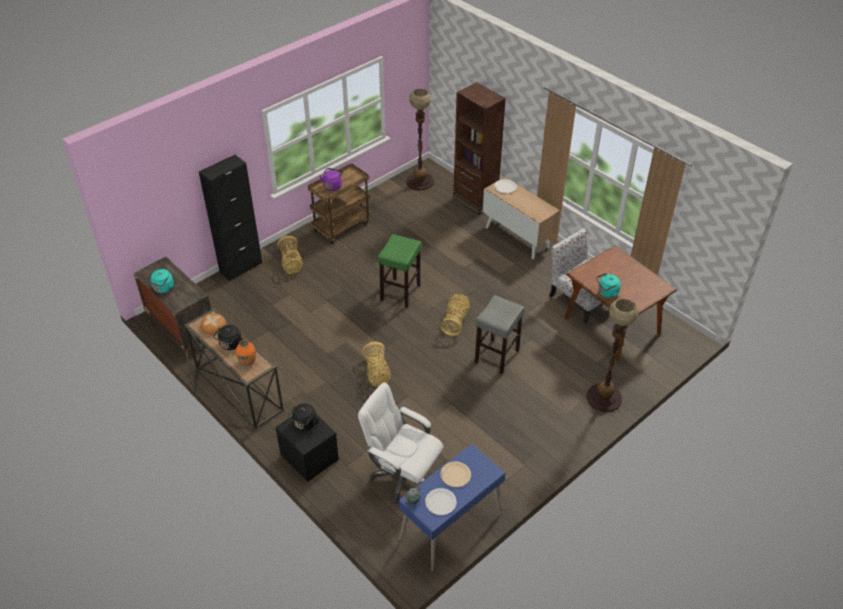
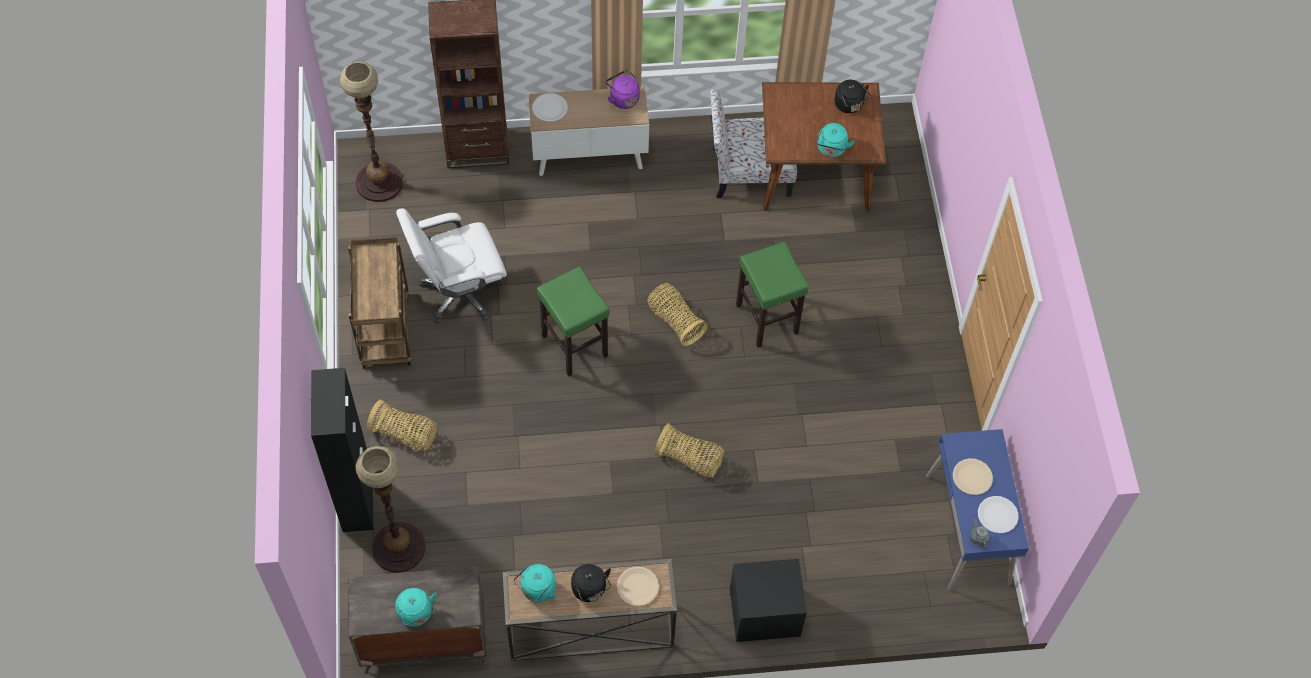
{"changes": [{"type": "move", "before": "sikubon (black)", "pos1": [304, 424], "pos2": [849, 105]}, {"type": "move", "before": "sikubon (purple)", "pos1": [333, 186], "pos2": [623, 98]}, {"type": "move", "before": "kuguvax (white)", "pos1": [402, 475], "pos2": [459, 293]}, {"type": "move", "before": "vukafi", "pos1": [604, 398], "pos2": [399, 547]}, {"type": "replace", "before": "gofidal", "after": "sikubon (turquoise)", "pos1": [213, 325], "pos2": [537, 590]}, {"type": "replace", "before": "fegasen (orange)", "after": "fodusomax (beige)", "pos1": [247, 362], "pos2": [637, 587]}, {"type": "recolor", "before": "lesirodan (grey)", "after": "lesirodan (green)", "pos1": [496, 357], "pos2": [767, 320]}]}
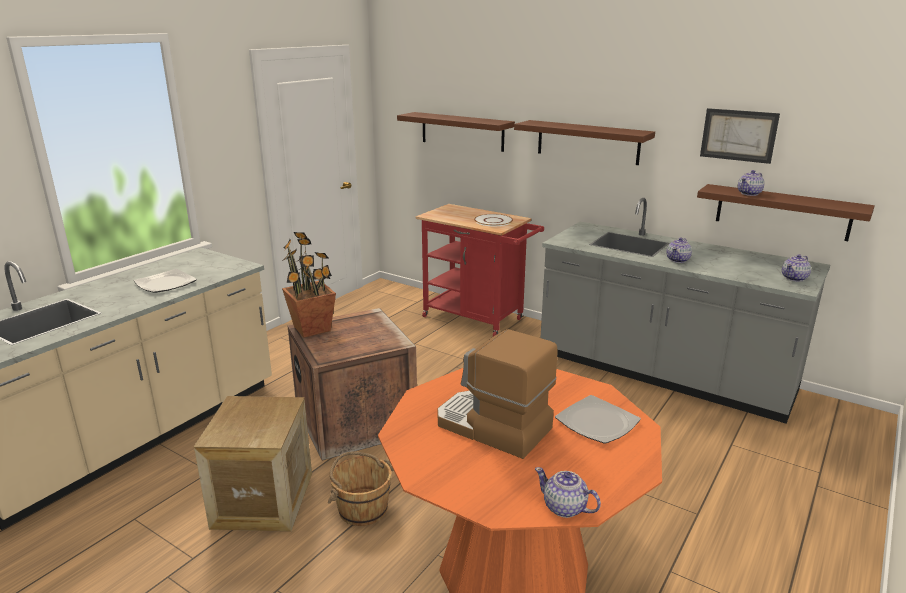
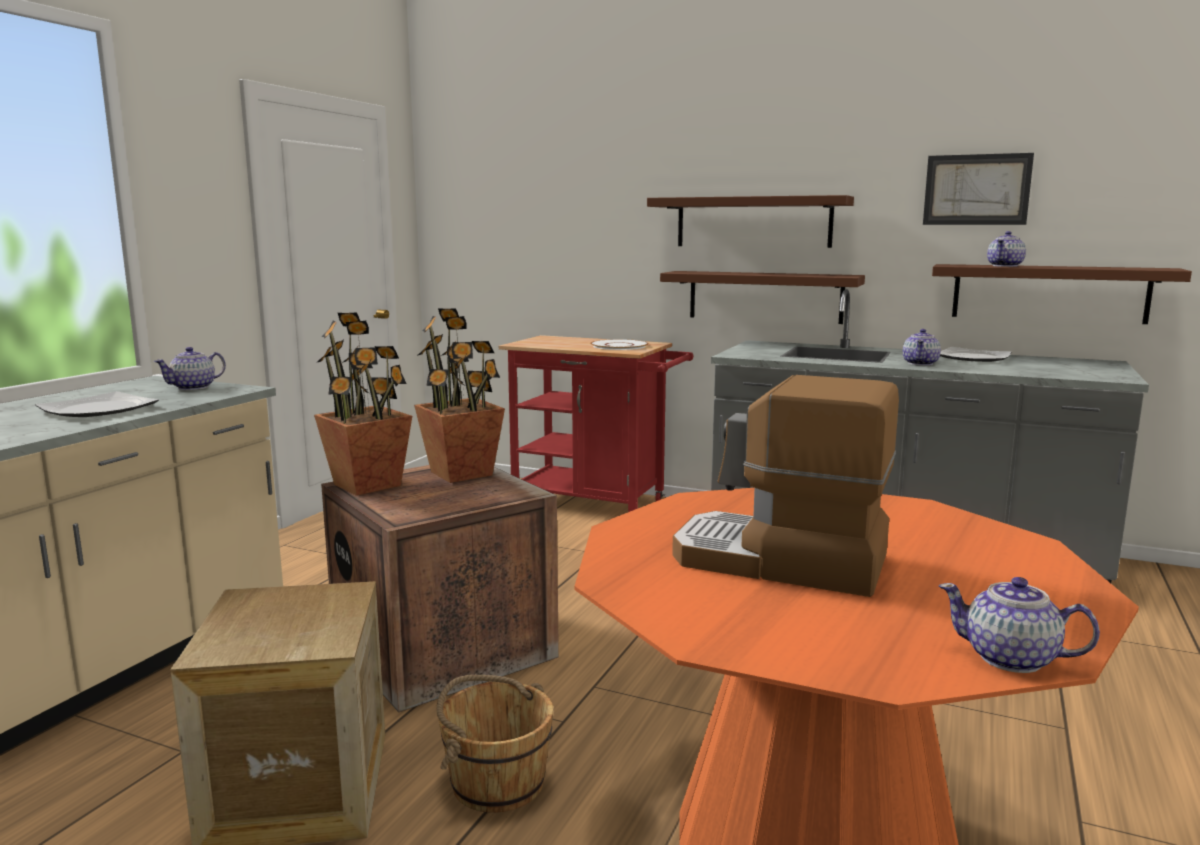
{"changes": [{"type": "insert", "after": "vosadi", "pos2": [462, 473]}, {"type": "move", "before": "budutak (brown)", "pos1": [462, 131], "pos2": [765, 296]}, {"type": "move", "before": "fodusomax", "pos1": [597, 422], "pos2": [972, 358]}, {"type": "move", "before": "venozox", "pos1": [794, 278], "pos2": [194, 387]}]}
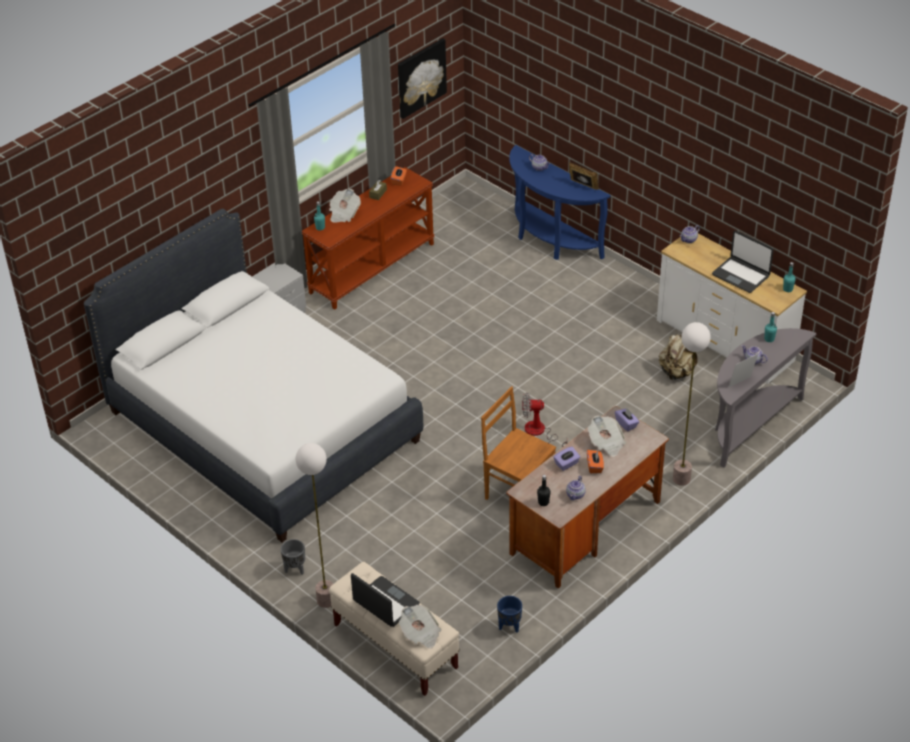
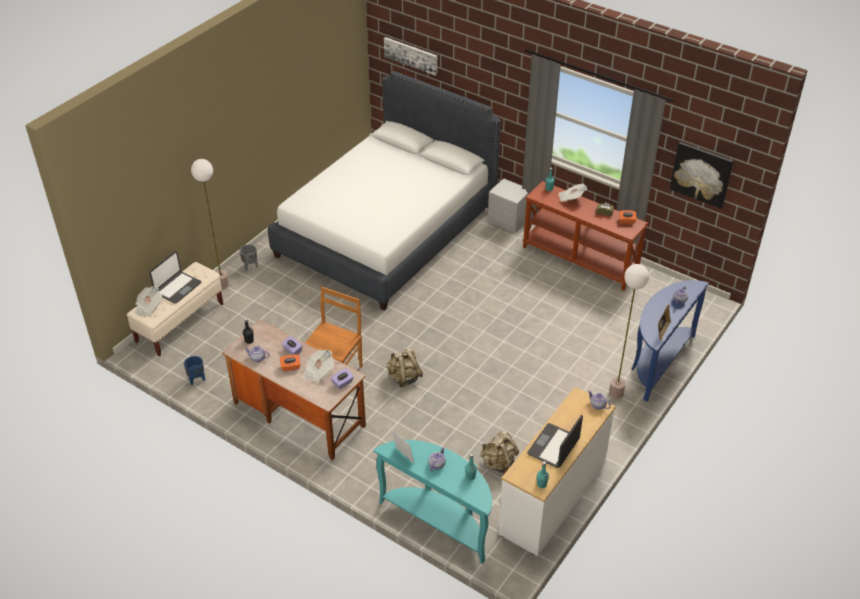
{"changes": [{"type": "insert", "after": "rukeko", "pos2": [411, 55]}, {"type": "move", "before": "vukafi", "pos1": [681, 479], "pos2": [616, 393]}, {"type": "replace", "before": "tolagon", "after": "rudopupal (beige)", "pos1": [539, 433], "pos2": [404, 378]}, {"type": "recolor", "before": "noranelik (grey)", "after": "noranelik (turquoise)", "pos1": [749, 424], "pos2": [439, 521]}]}
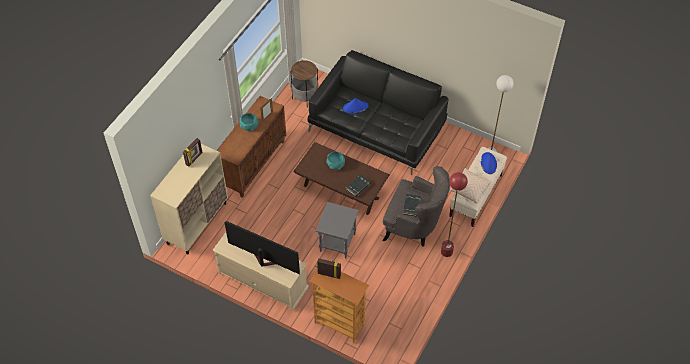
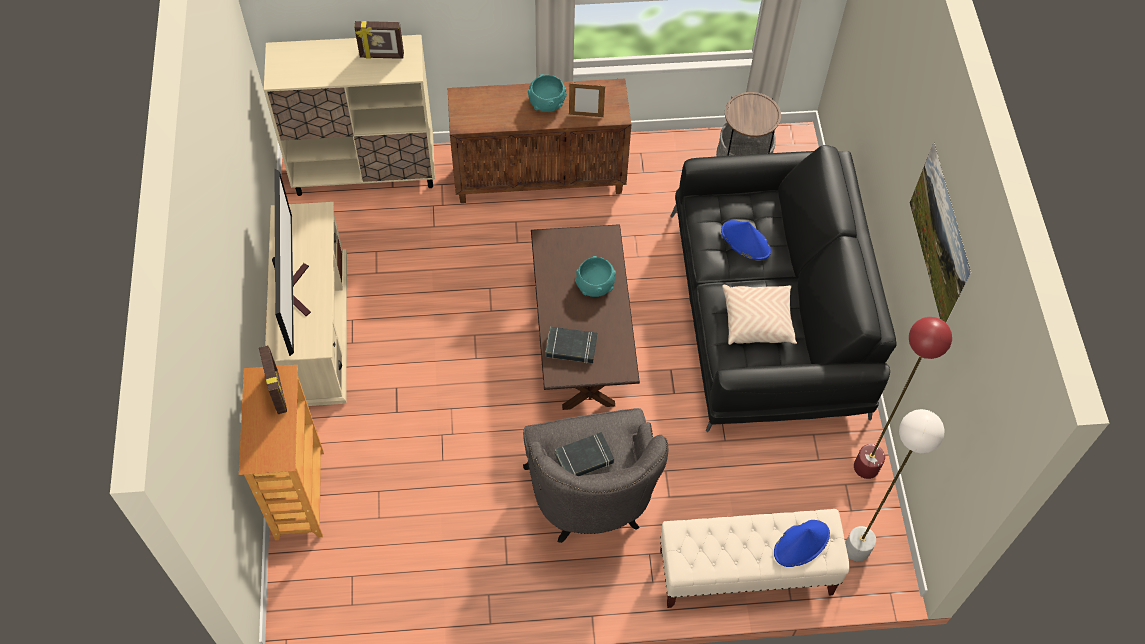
{"changes": [{"type": "delete", "before": "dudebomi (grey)", "pos1": [337, 242]}, {"type": "insert", "after": "rukeko", "pos2": [932, 250]}, {"type": "move", "before": "vukafi (red)", "pos1": [446, 251], "pos2": [866, 467]}, {"type": "move", "before": "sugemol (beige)", "pos1": [469, 189], "pos2": [757, 321]}]}
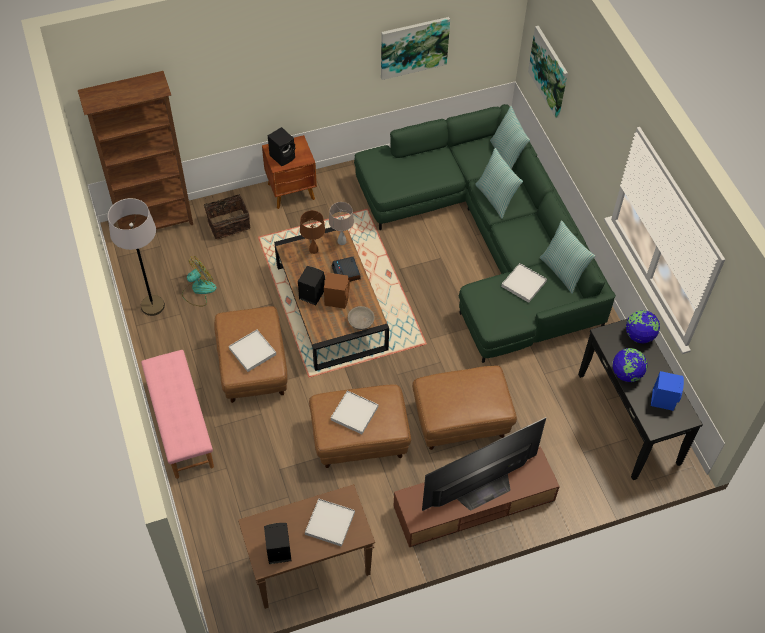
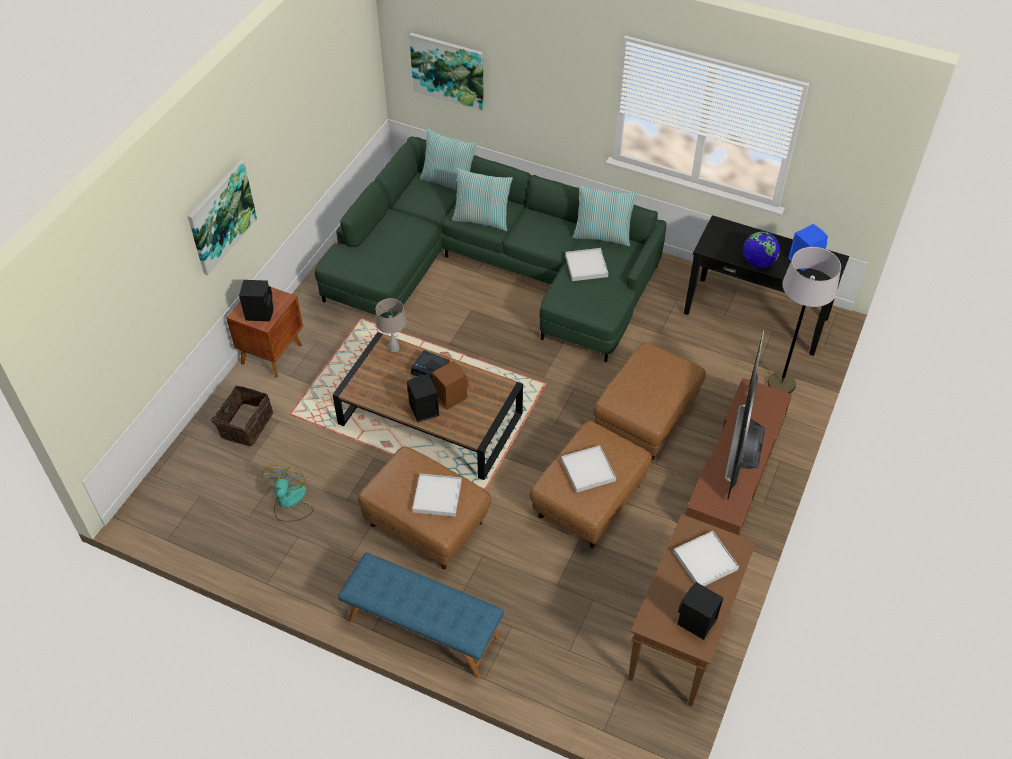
{"changes": [{"type": "delete", "before": "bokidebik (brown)", "pos1": [156, 223]}, {"type": "delete", "before": "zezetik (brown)", "pos1": [313, 250]}, {"type": "delete", "before": "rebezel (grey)", "pos1": [361, 321]}, {"type": "delete", "before": "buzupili", "pos1": [639, 335]}, {"type": "move", "before": "vukafi (grey)", "pos1": [152, 306], "pos2": [781, 384]}, {"type": "move", "before": "rukeko", "pos1": [414, 47], "pos2": [221, 216]}, {"type": "recolor", "before": "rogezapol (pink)", "after": "rogezapol (blue)", "pos1": [180, 424], "pos2": [422, 629]}]}
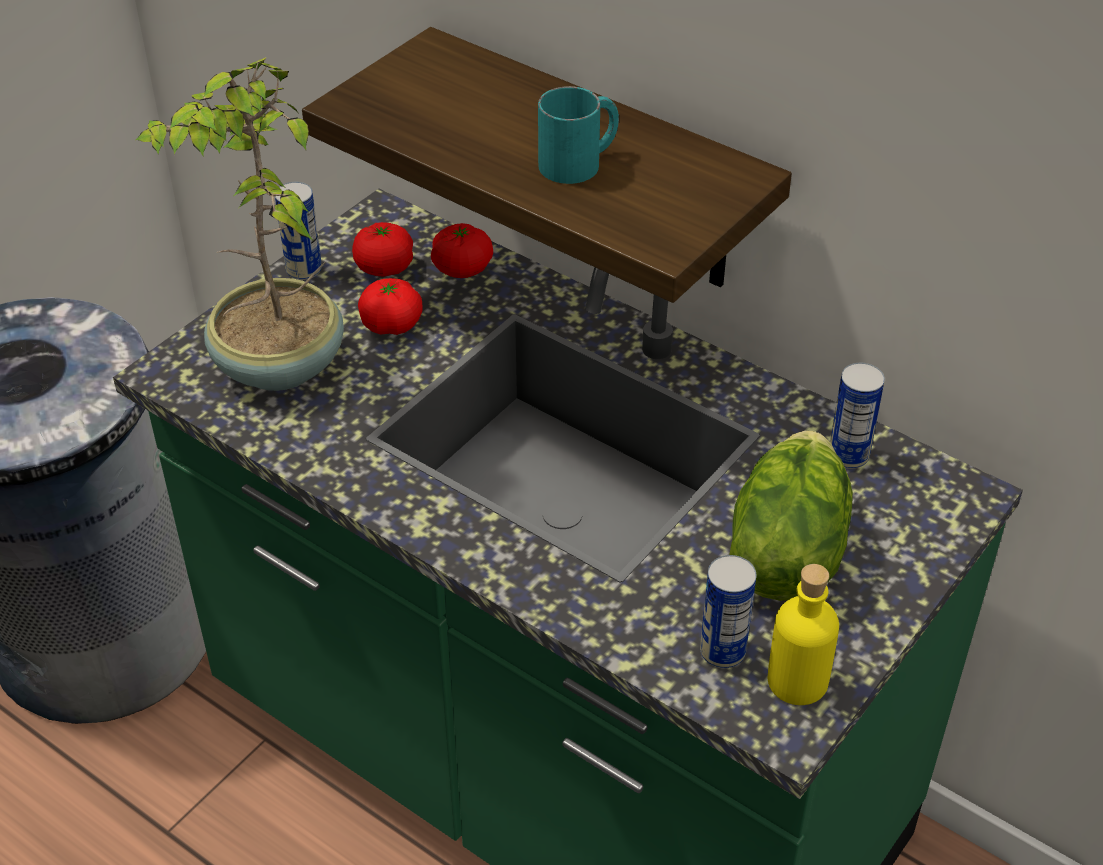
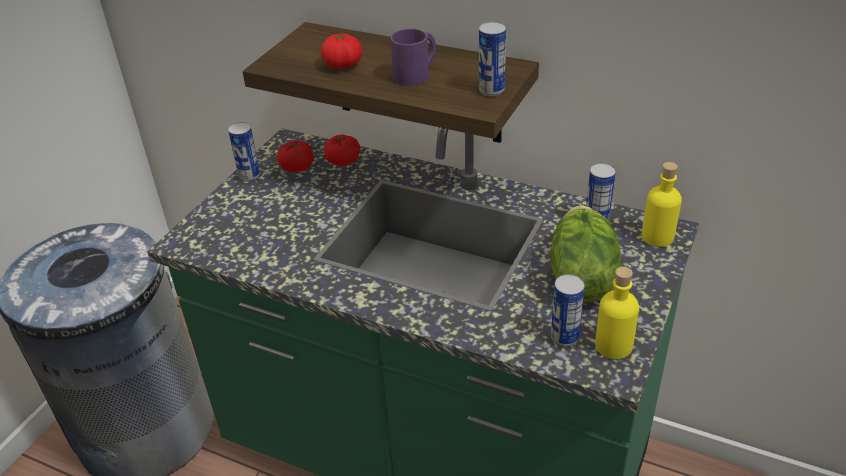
{"changes": [{"type": "delete", "before": "vosadi", "pos1": [276, 367]}, {"type": "insert", "after": "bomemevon", "pos2": [491, 90]}, {"type": "insert", "after": "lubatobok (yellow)", "pos2": [657, 237]}, {"type": "move", "before": "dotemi", "pos1": [391, 324], "pos2": [343, 65]}, {"type": "recolor", "before": "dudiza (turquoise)", "after": "dudiza (purple)", "pos1": [580, 162], "pos2": [417, 73]}]}
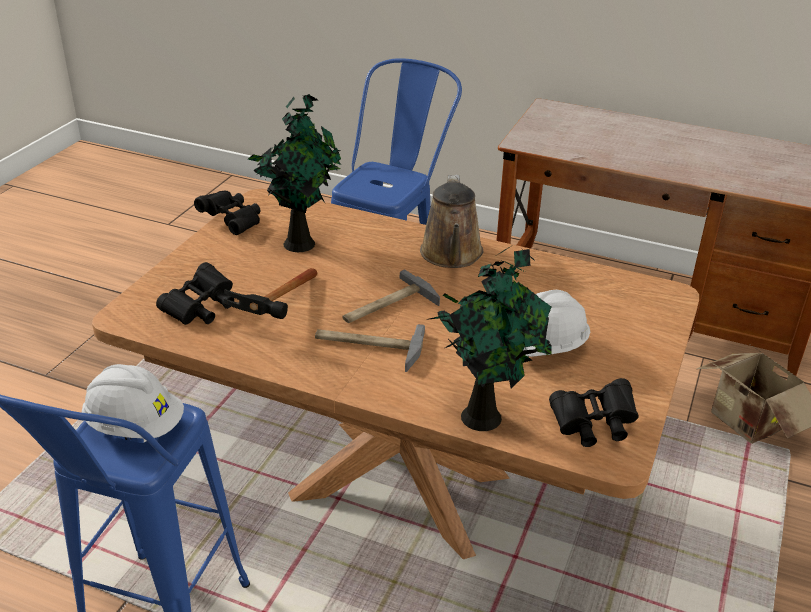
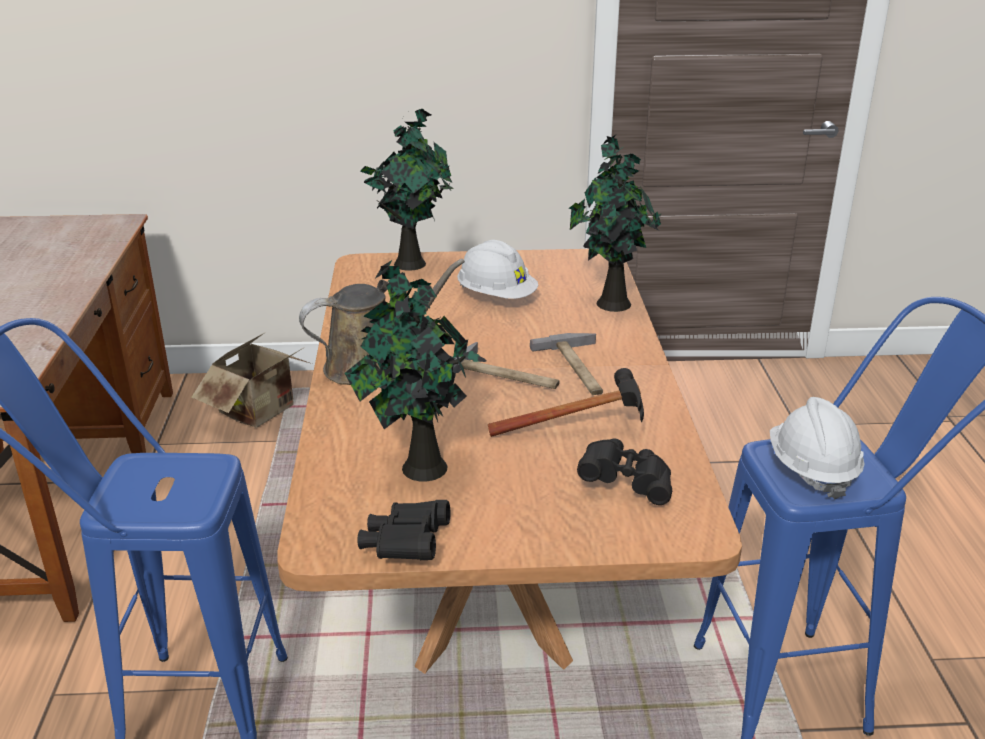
{"changes": [{"type": "delete", "before": "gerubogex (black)", "pos1": [593, 425]}, {"type": "insert", "after": "vosadi", "pos2": [411, 262]}]}
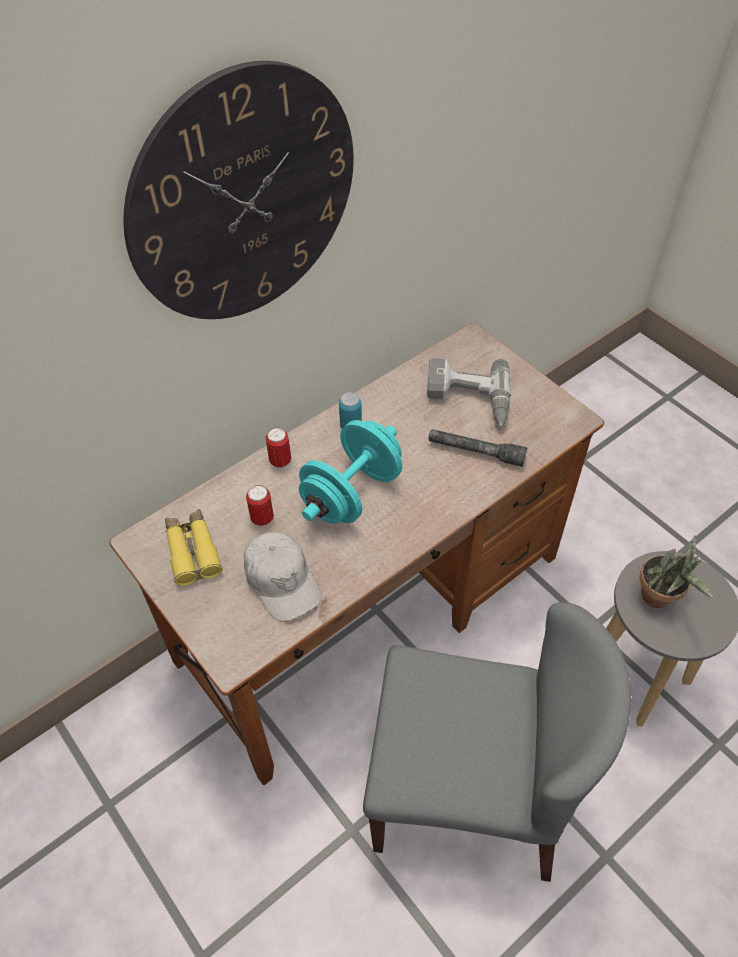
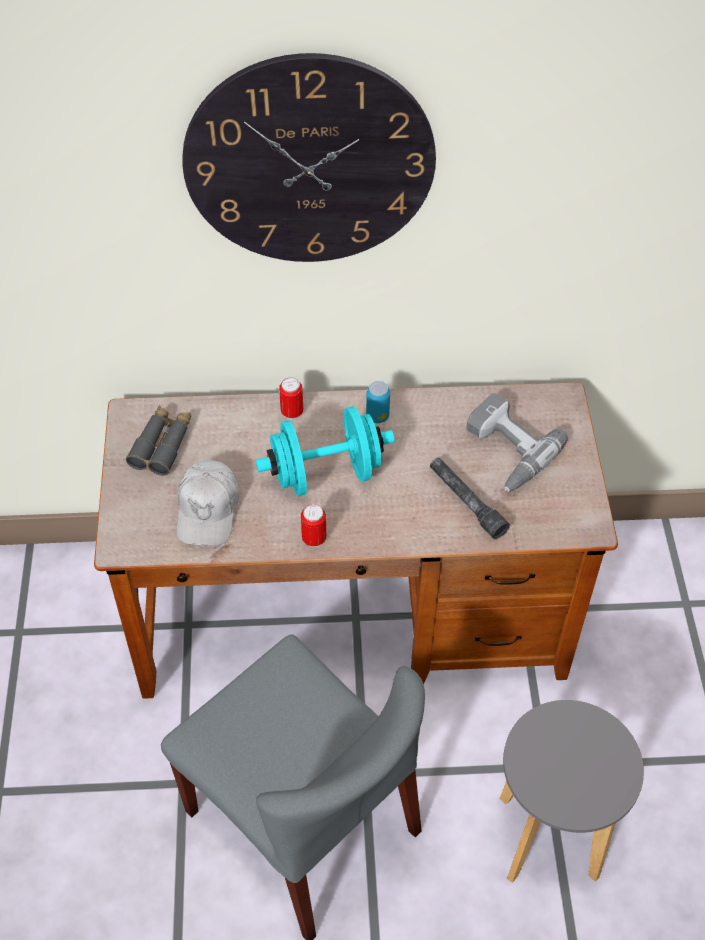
{"changes": [{"type": "delete", "before": "vosadi", "pos1": [660, 598]}, {"type": "move", "before": "bomemevon", "pos1": [262, 518], "pos2": [314, 539]}, {"type": "recolor", "before": "gerubogex (yellow)", "after": "gerubogex (grey)", "pos1": [192, 551], "pos2": [162, 445]}]}
